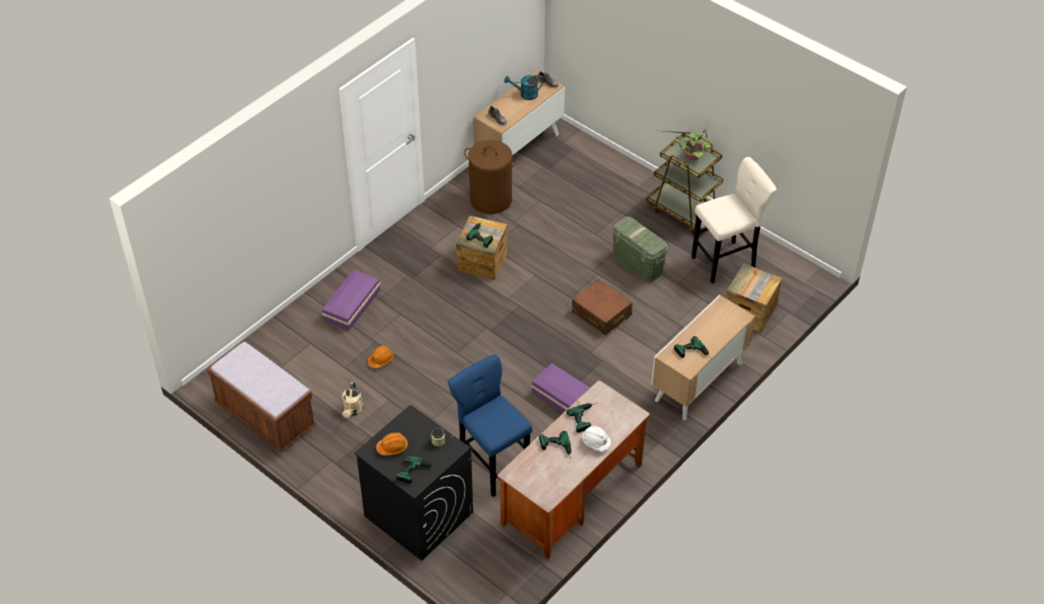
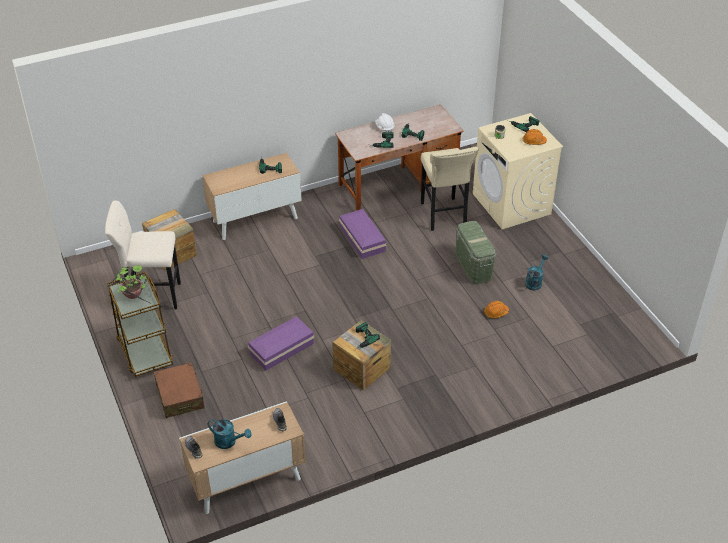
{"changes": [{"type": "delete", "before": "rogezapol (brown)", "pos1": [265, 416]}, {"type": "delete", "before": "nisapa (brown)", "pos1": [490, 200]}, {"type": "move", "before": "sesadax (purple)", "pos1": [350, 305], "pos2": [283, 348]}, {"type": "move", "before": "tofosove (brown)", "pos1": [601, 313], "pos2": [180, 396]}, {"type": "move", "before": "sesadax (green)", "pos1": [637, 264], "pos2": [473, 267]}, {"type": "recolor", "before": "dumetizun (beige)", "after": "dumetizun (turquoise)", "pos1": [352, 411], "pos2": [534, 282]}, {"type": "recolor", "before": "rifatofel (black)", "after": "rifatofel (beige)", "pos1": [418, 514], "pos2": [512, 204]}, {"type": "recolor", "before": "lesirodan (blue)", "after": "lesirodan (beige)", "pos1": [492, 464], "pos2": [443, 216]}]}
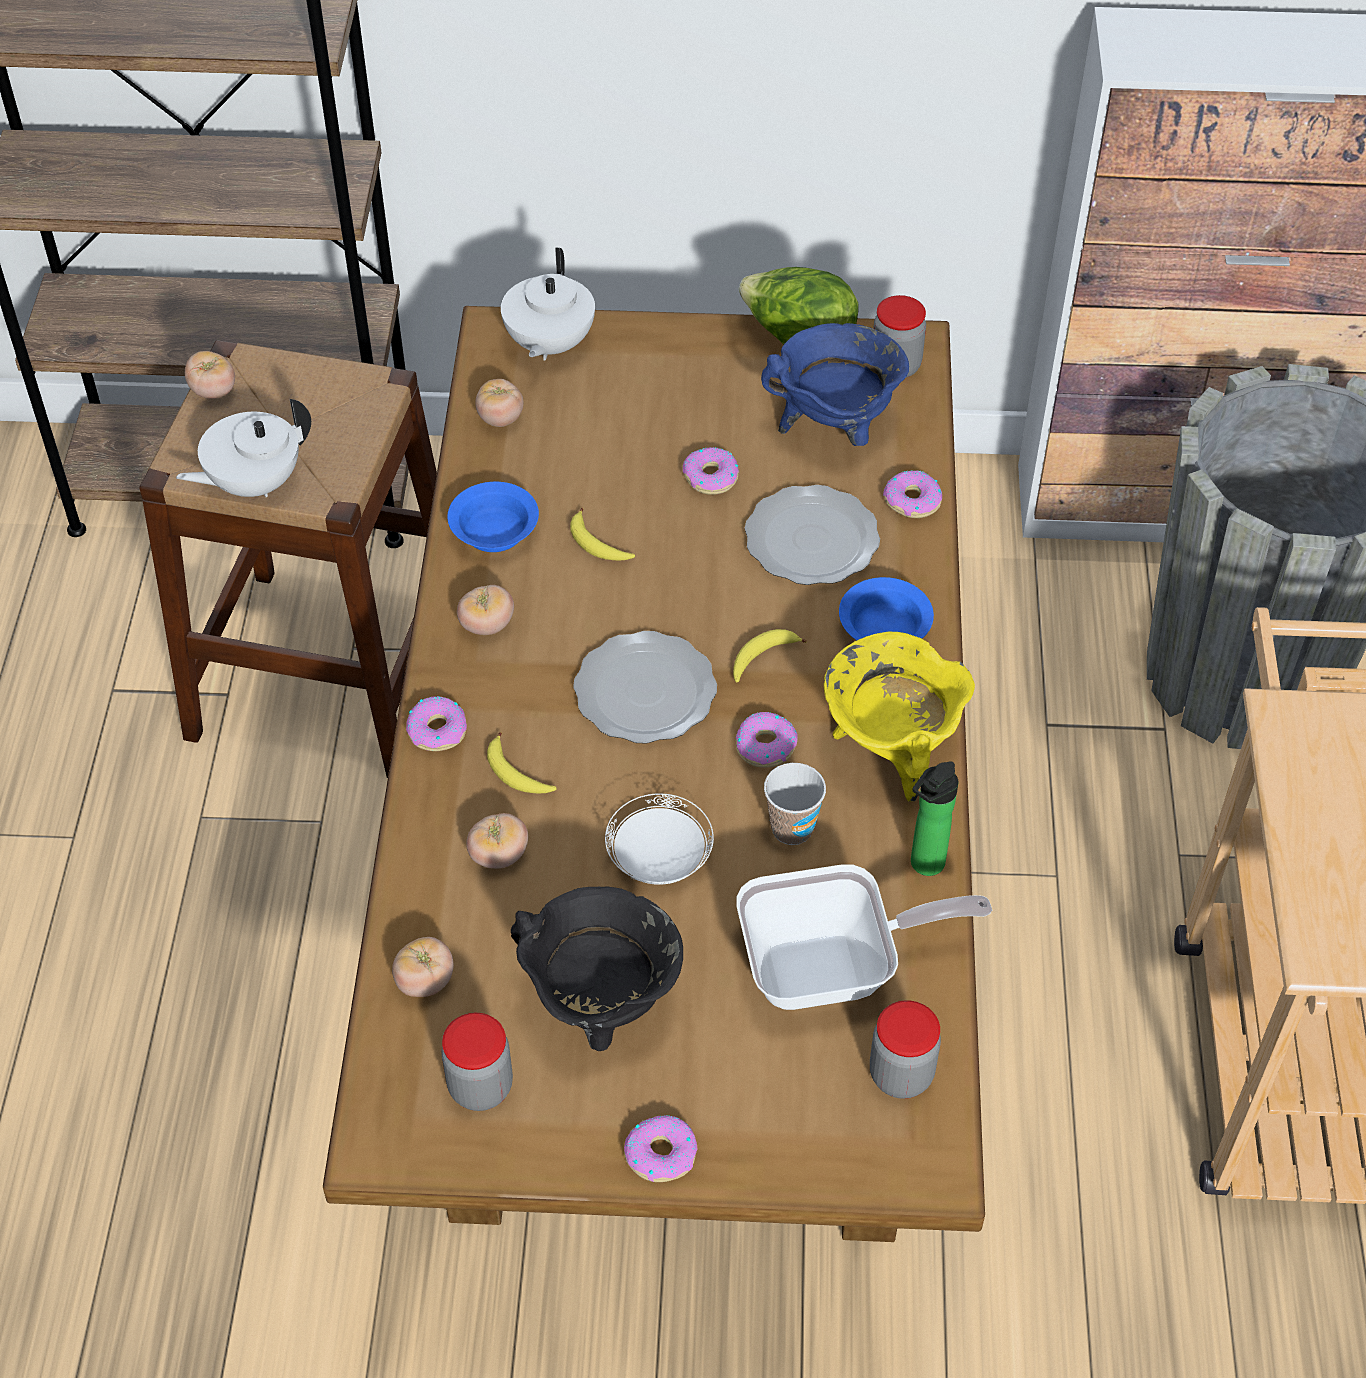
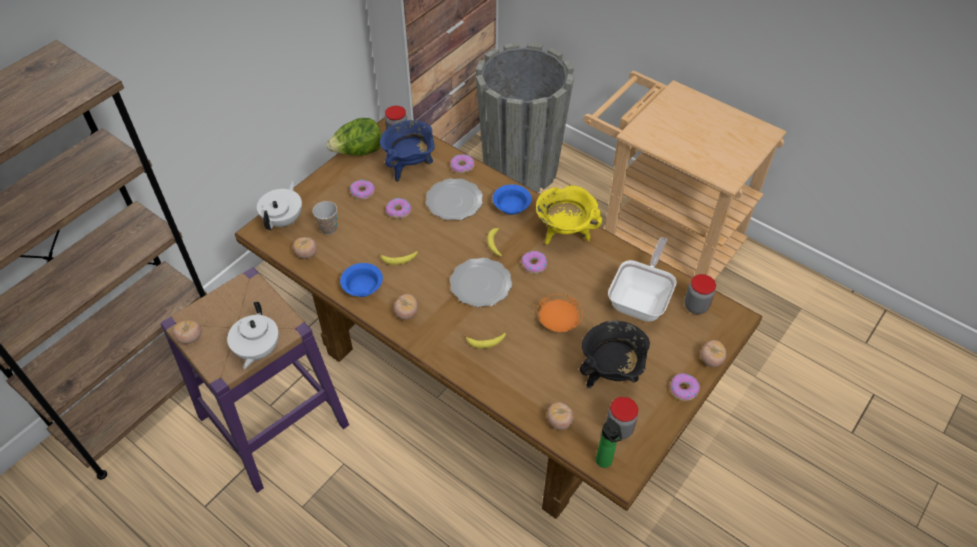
{"changes": [{"type": "move", "before": "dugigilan", "pos1": [438, 730], "pos2": [362, 192]}, {"type": "move", "before": "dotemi", "pos1": [499, 855], "pos2": [711, 360]}, {"type": "move", "before": "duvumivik", "pos1": [792, 828], "pos2": [328, 228]}, {"type": "move", "before": "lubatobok", "pos1": [924, 866], "pos2": [604, 463]}, {"type": "recolor", "before": "lesirodan (brown)", "after": "lesirodan (purple)", "pos1": [328, 671], "pos2": [273, 420]}, {"type": "recolor", "before": "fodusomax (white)", "after": "fodusomax (orange)", "pos1": [659, 857], "pos2": [558, 321]}, {"type": "rotate", "before": "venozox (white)", "pos1": [548, 344], "pos2": [284, 220], "turn": -120}]}
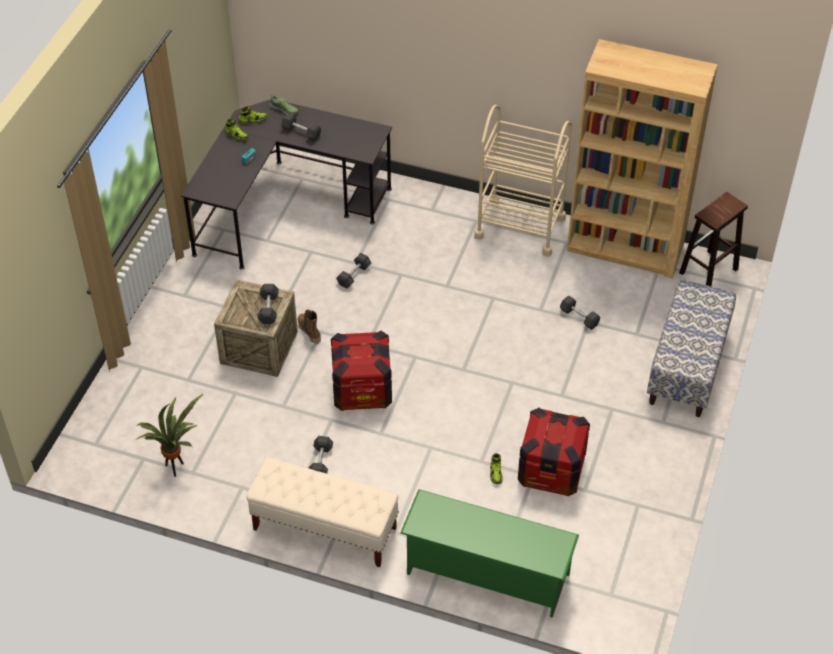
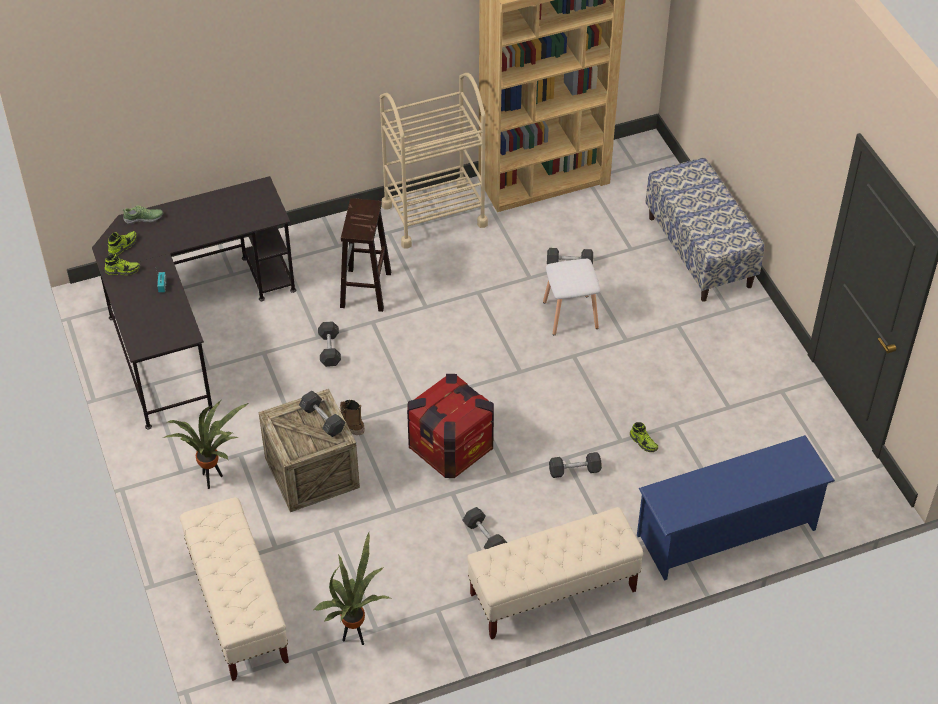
{"changes": [{"type": "delete", "before": "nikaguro", "pos1": [551, 470]}, {"type": "insert", "after": "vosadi", "pos2": [212, 479]}, {"type": "insert", "after": "rogezapol (beige)", "pos2": [238, 607]}, {"type": "insert", "after": "lesirodan (white)", "pos2": [571, 315]}, {"type": "move", "before": "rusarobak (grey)", "pos1": [301, 132], "pos2": [574, 470]}, {"type": "move", "before": "lesirodan (brown)", "pos1": [708, 272], "pos2": [366, 290]}, {"type": "recolor", "before": "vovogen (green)", "after": "vovogen (blue)", "pos1": [486, 574], "pos2": [727, 532]}]}
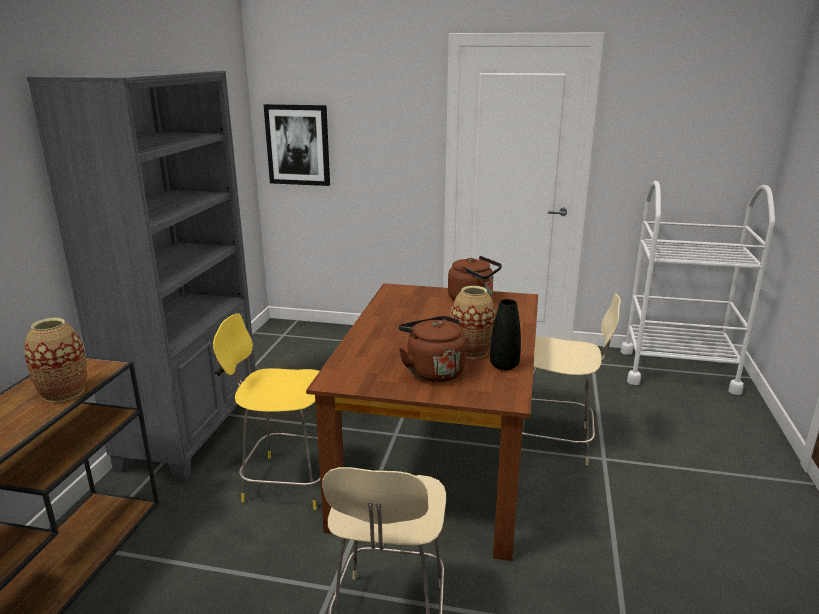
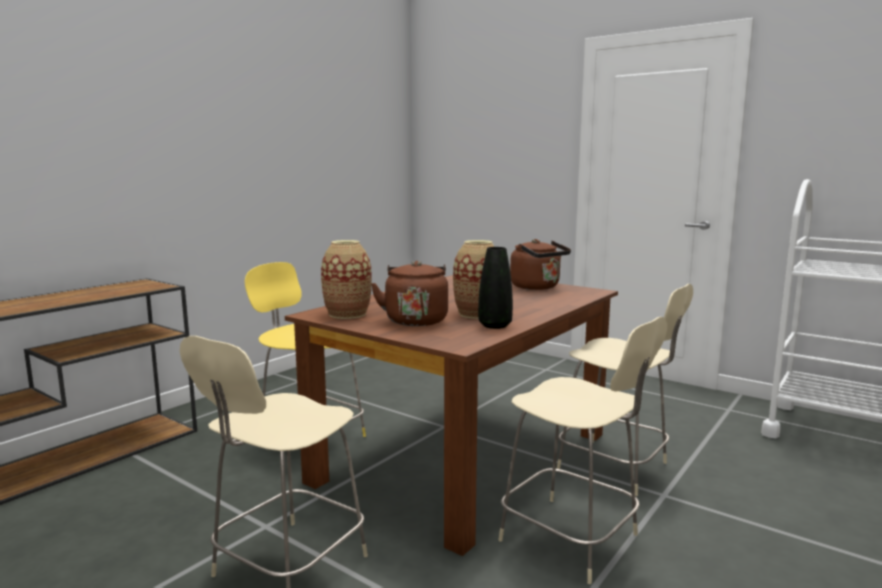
{"changes": [{"type": "delete", "before": "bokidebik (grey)", "pos1": [192, 431]}, {"type": "delete", "before": "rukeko", "pos1": [298, 145]}, {"type": "insert", "after": "lesirodan (beige)", "pos2": [573, 540]}, {"type": "move", "before": "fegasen", "pos1": [63, 392], "pos2": [347, 314]}]}
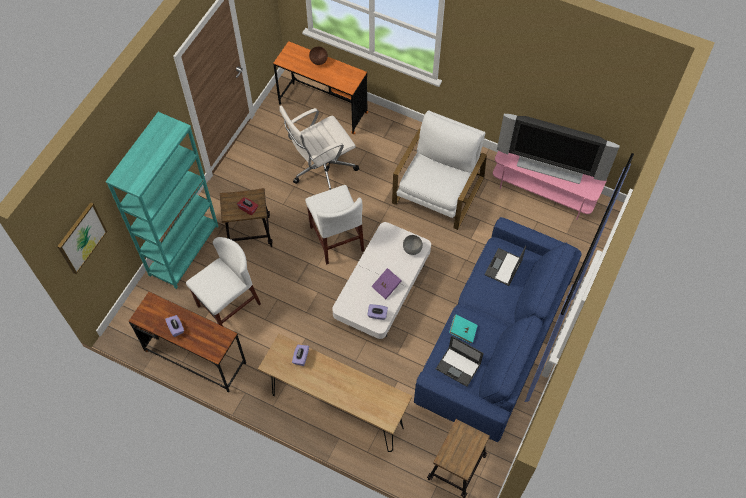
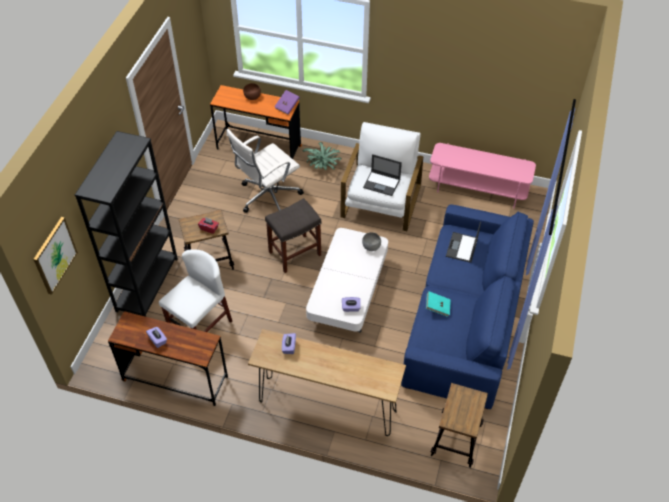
{"changes": [{"type": "delete", "before": "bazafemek", "pos1": [550, 168]}, {"type": "insert", "after": "vosadi", "pos2": [323, 167]}, {"type": "move", "before": "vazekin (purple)", "pos1": [386, 286], "pos2": [287, 106]}, {"type": "move", "before": "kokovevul", "pos1": [458, 366], "pos2": [382, 183]}, {"type": "replace", "before": "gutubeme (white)", "after": "lesirodan (grey)", "pos1": [336, 238], "pos2": [294, 254]}, {"type": "recolor", "before": "bokidebik (turquoise)", "after": "bokidebik (black)", "pos1": [184, 250], "pos2": [147, 284]}]}
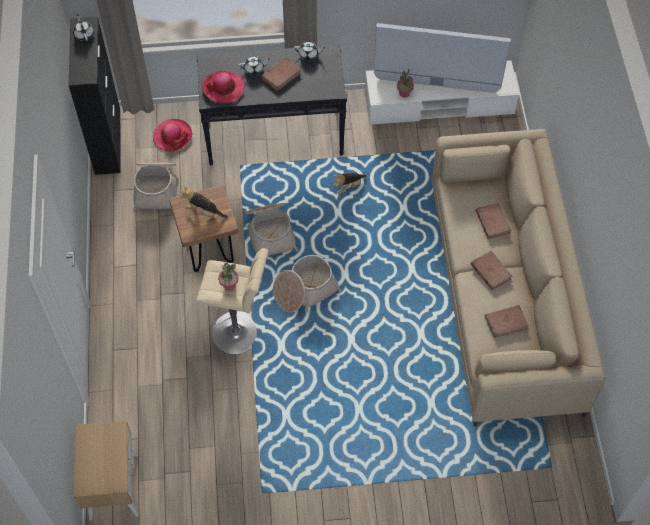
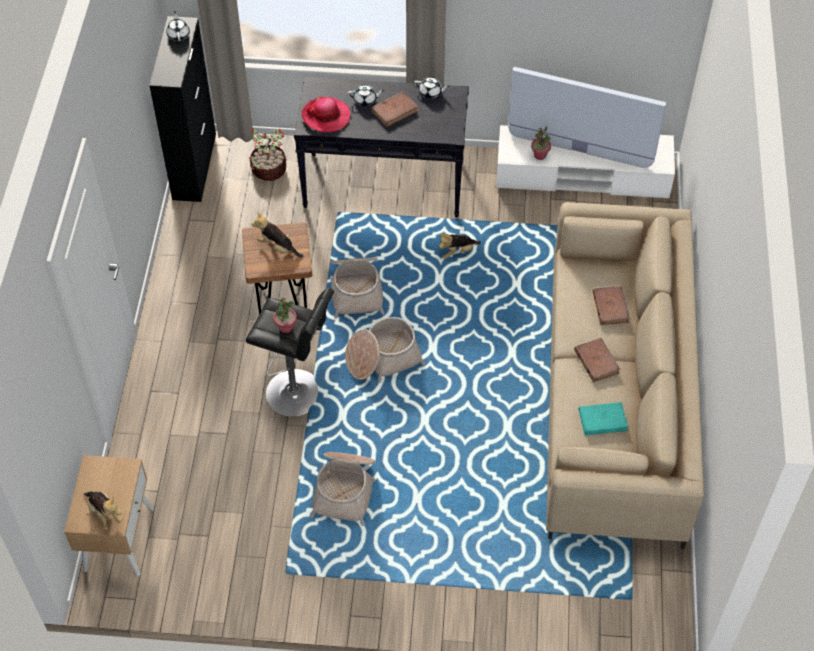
{"changes": [{"type": "insert", "after": "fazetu", "pos2": [104, 513]}, {"type": "move", "before": "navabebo", "pos1": [157, 188], "pos2": [345, 489]}, {"type": "replace", "before": "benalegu", "after": "vosadi", "pos1": [172, 136], "pos2": [268, 170]}, {"type": "recolor", "before": "lesirodan (beige)", "after": "lesirodan (black)", "pos1": [239, 333], "pos2": [298, 394]}, {"type": "recolor", "before": "vazekin (brown)", "after": "vazekin (turquoise)", "pos1": [506, 322], "pos2": [603, 420]}]}
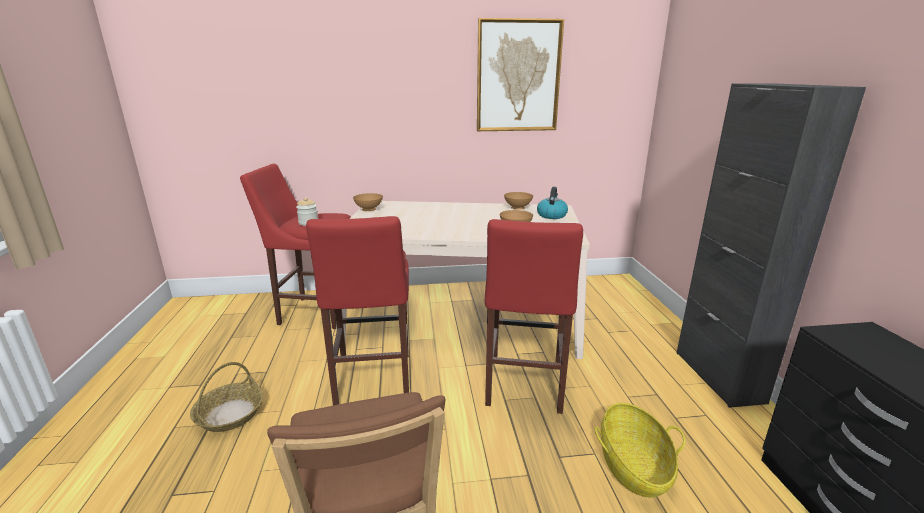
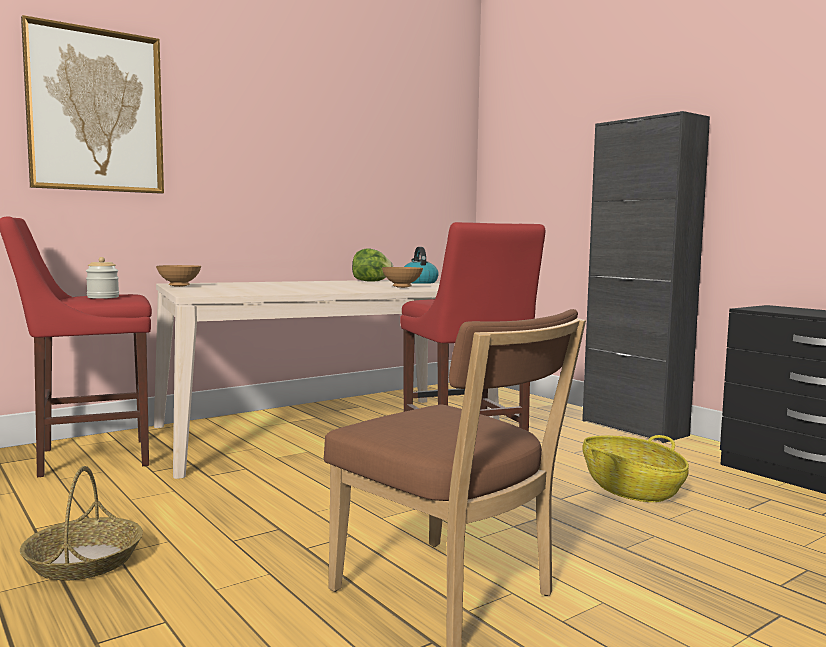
{"changes": [{"type": "delete", "before": "lesirodan (red)", "pos1": [372, 382]}, {"type": "move", "before": "rukeko", "pos1": [518, 76], "pos2": [96, 111]}, {"type": "replace", "before": "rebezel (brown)", "after": "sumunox", "pos1": [517, 208], "pos2": [371, 281]}]}
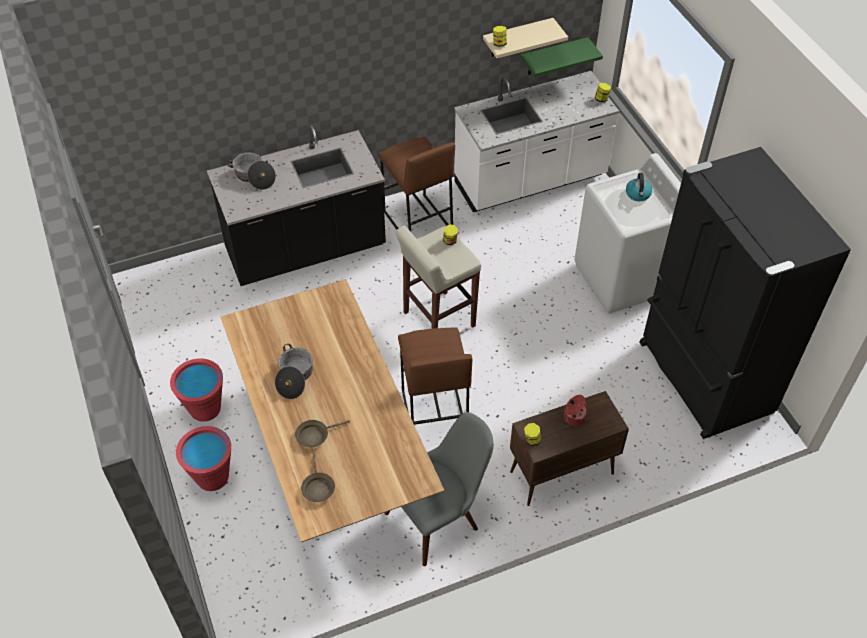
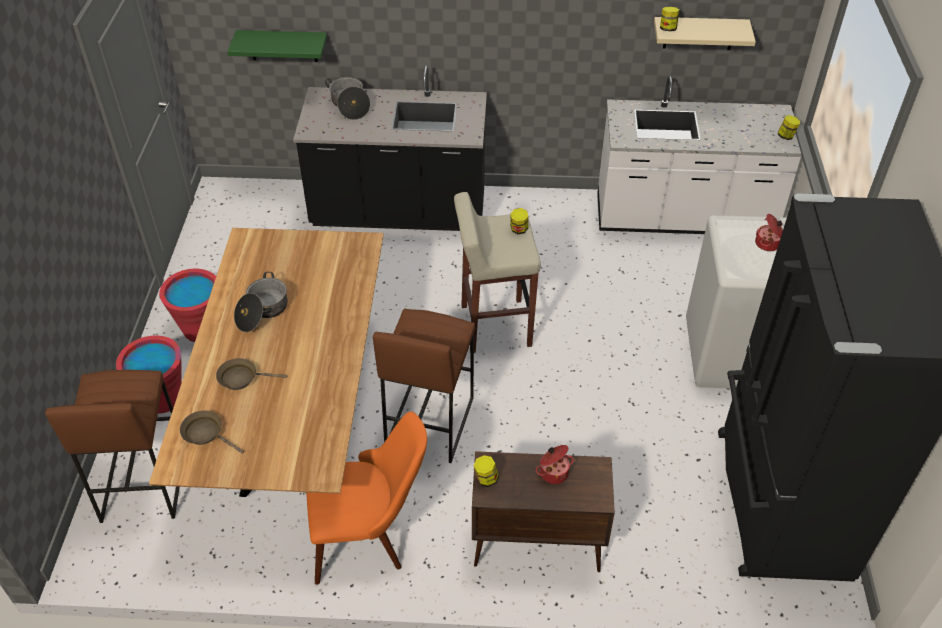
{"changes": [{"type": "move", "before": "lesirodan (brown)", "pos1": [417, 221], "pos2": [143, 482]}, {"type": "move", "before": "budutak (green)", "pos1": [553, 56], "pos2": [283, 45]}, {"type": "replace", "before": "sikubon", "after": "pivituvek", "pos1": [638, 194], "pos2": [768, 244]}, {"type": "recolor", "before": "gutubeme (grey)", "after": "gutubeme (orange)", "pos1": [441, 515], "pos2": [369, 535]}, {"type": "rotate", "before": "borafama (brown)", "pos1": [317, 487], "pos2": [206, 433], "turn": 105}]}
